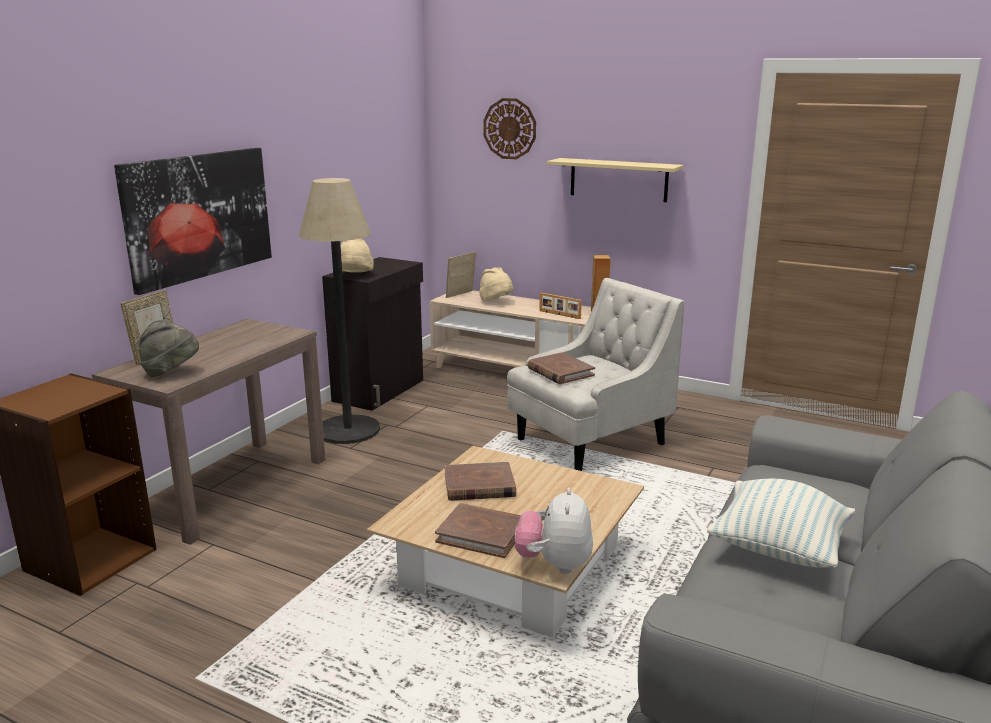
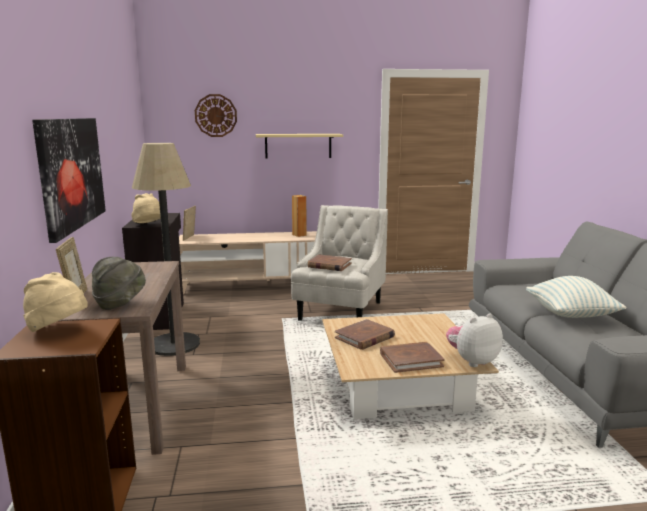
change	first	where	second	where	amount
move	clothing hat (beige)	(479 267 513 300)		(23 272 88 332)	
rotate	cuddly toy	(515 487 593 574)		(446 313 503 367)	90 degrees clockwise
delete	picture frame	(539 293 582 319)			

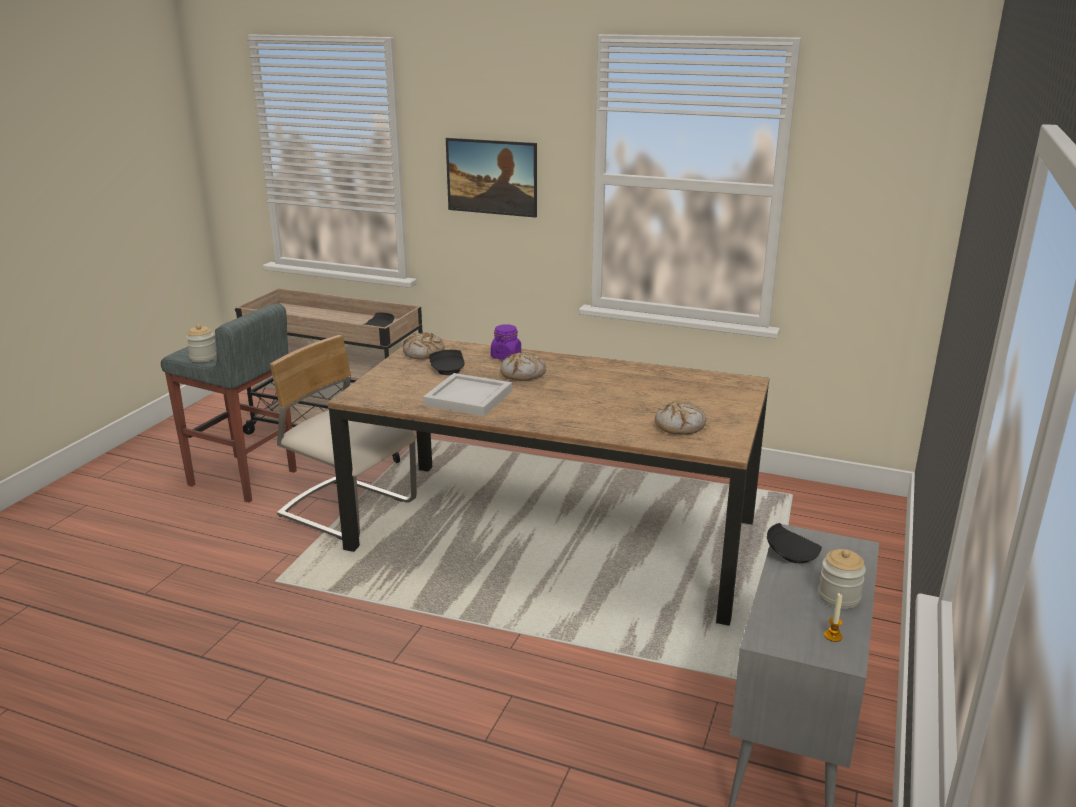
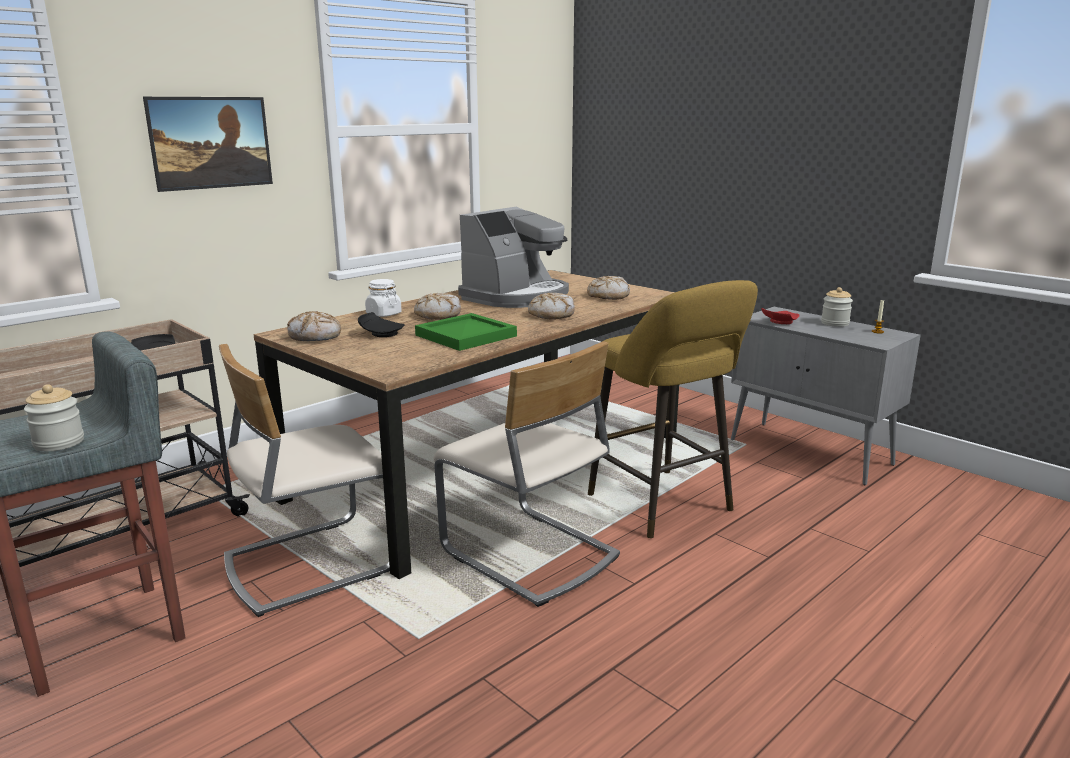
change	first	where	second	where	amount
recolor	tray (white-coloured)	(423 373 512 416)	tray (green)	(415 313 517 351)	
recolor	preserve jar (purplish)	(491 324 521 360)	preserve jar (white-coloured)	(365 279 402 317)	
recolor	plate (black-coloured)	(767 523 822 563)	plate (reddish)	(761 308 799 324)	
insert			plain chair (beige)	(433 341 620 607)	
insert			coffee brewer	(458 207 569 308)	
insert			bakery bread	(528 293 575 320)	
insert			stool (yellowish)	(588 280 758 538)	

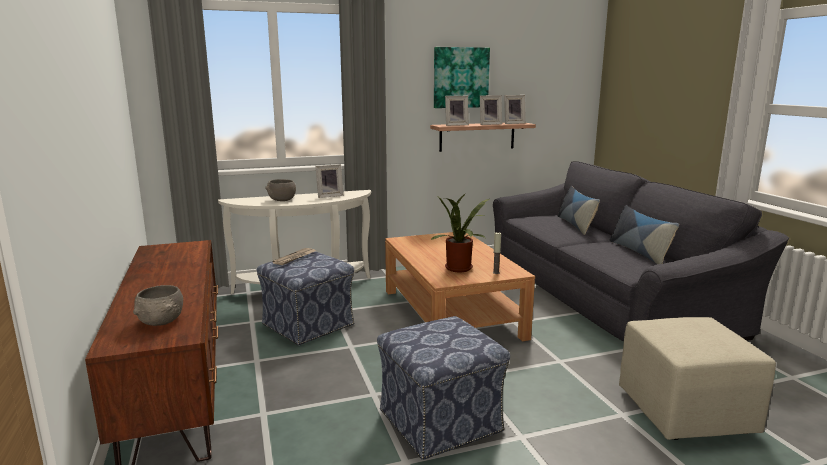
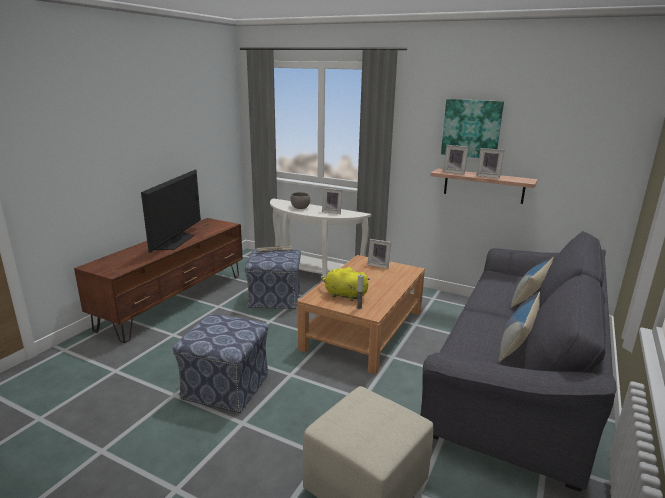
change	first	where	second	where	amount
delete	serving bowl (gray)	(133 285 183 326)			
replace	plant in a pot	(430 192 489 272)	cuddly toy (yellowish)	(321 267 370 301)	
move	picture frame	(504 95 526 124)		(368 239 391 269)	
insert			TV set	(141 169 201 253)	

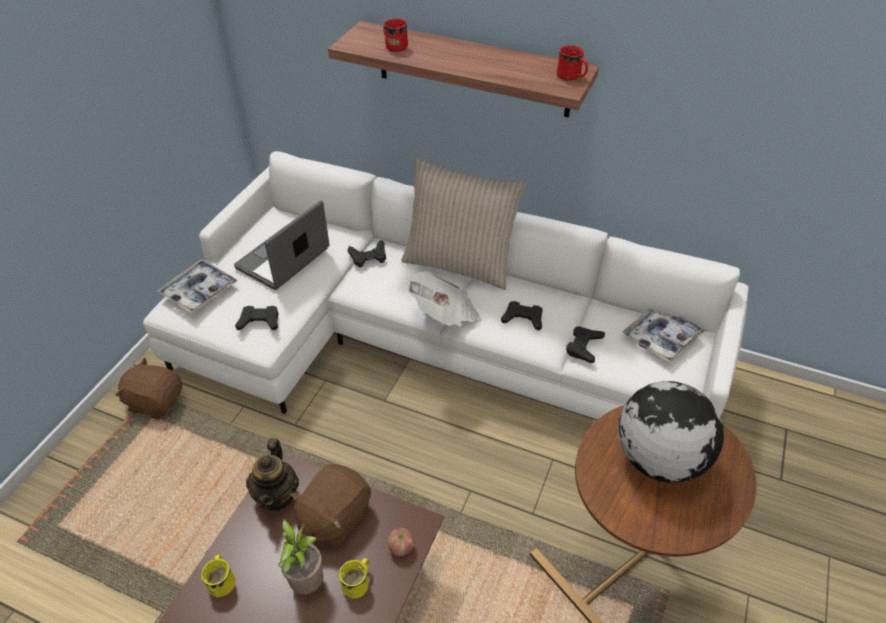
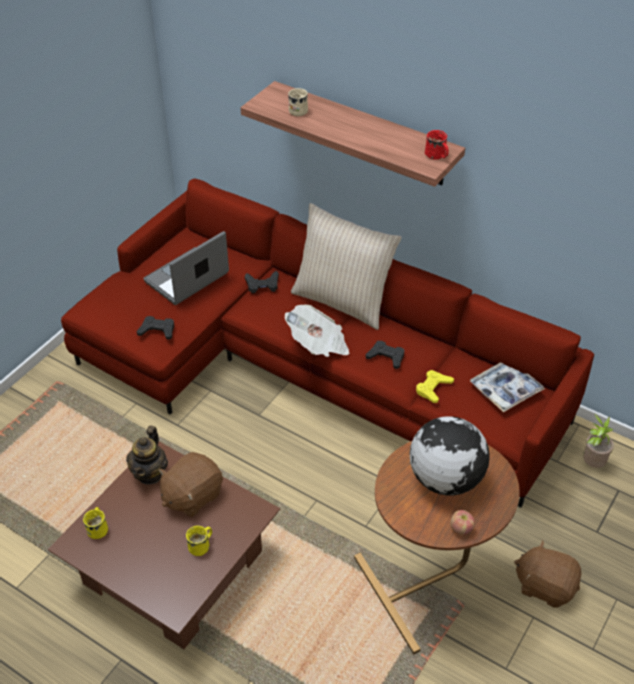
change	first	where	second	where	amount
move	cuddly toy (brown)	(116 358 182 419)		(514 540 581 608)	
recolor	couch (white-coloured)	(143 151 749 420)	couch (reddish)	(61 178 594 508)	
delete	tray	(157 259 238 314)			
move	plant in a pot	(278 519 323 595)		(583 414 614 468)	
recolor	mug (reddish)	(383 18 408 52)	mug (beige)	(288 88 308 116)	
move	whole apple	(388 528 414 556)		(450 510 475 535)	
recolor	game controller (black-coloured)	(566 326 605 363)	game controller (yellowish)	(416 370 454 403)	

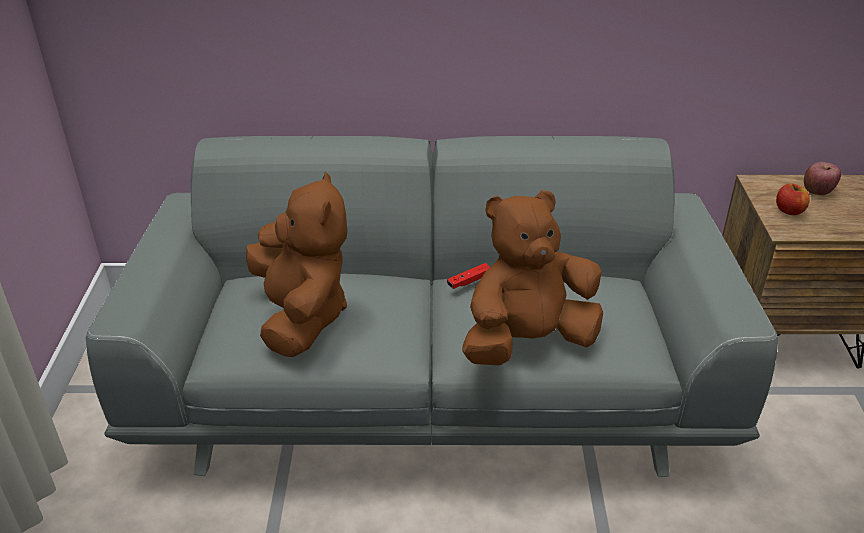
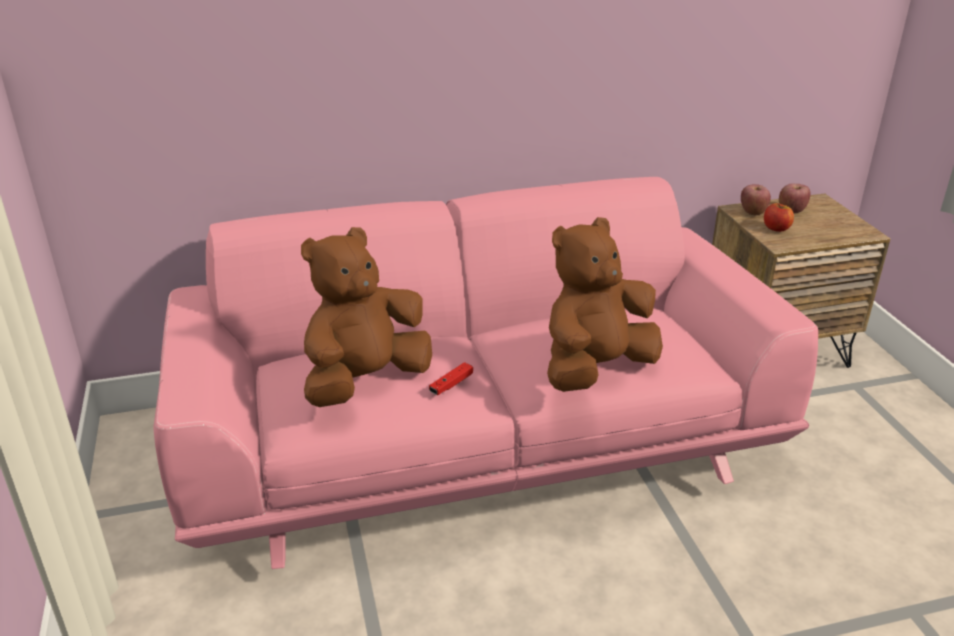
change	first	where	second	where	amount
recolor	couch (gray)	(86 136 778 477)	couch (pink-coloured)	(153 177 818 569)	
rotate	cuddly toy (brown)	(246 171 347 357)		(301 227 432 407)	105 degrees counterclockwise
move	game controller (reddish)	(447 263 490 289)		(429 362 473 395)	
insert			whole apple	(741 184 771 215)	

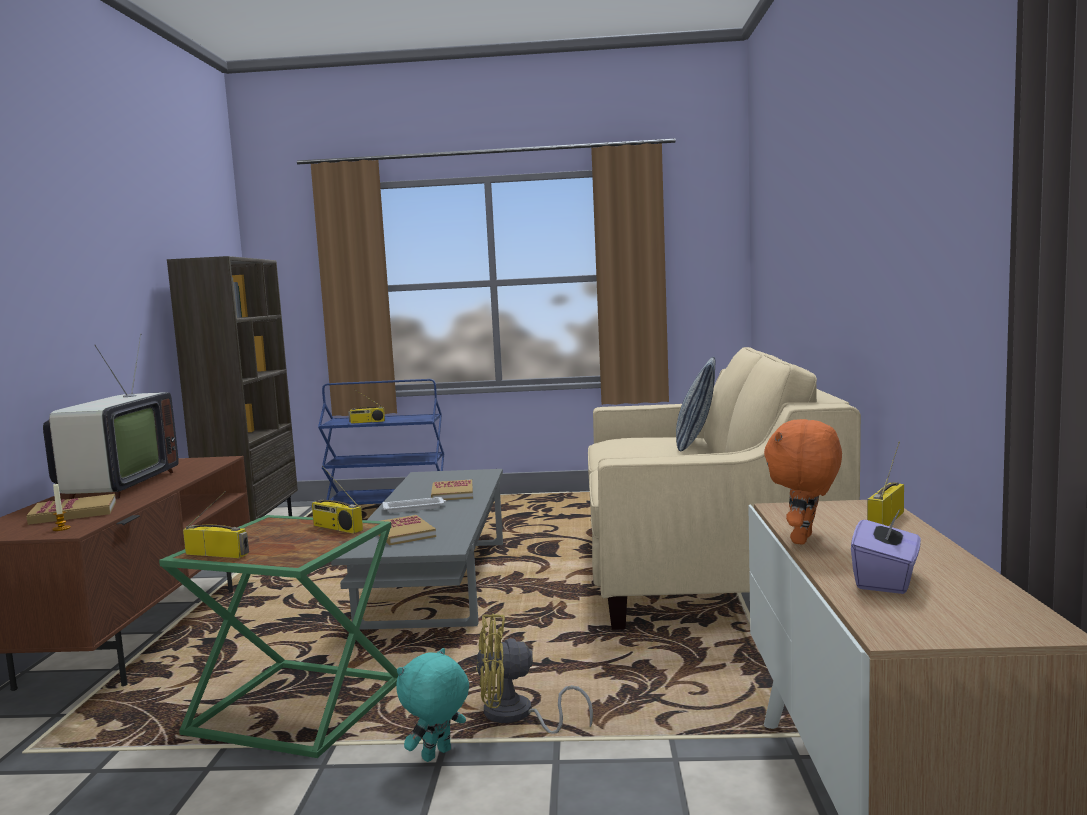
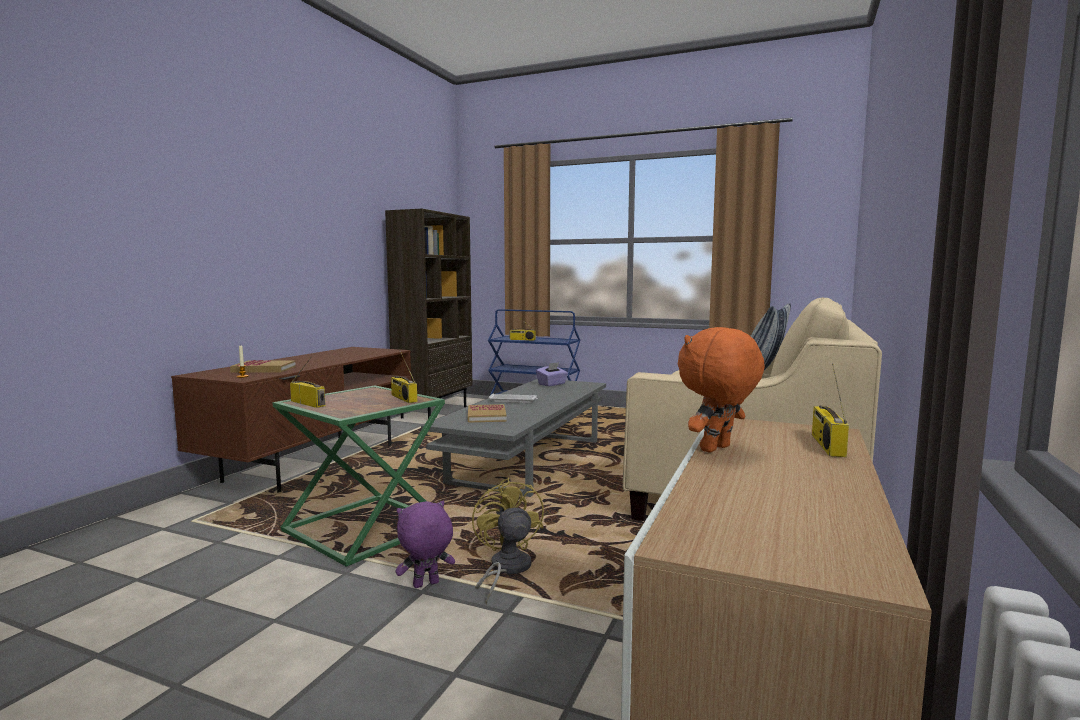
change	first	where	second	where	amount
delete	TV set	(43 333 179 499)			
recolor	cuddly toy (turquoise)	(396 648 469 762)	cuddly toy (purplish)	(395 501 455 588)	
delete	volume	(431 479 473 500)			
rotate	fan (yellowish)	(476 613 593 734)		(472 478 544 605)	60 degrees clockwise
move	box of tissues (purplish)	(851 508 921 594)		(536 362 568 386)	
rotate	radio set	(867 442 904 526)		(812 363 849 457)	45 degrees counterclockwise

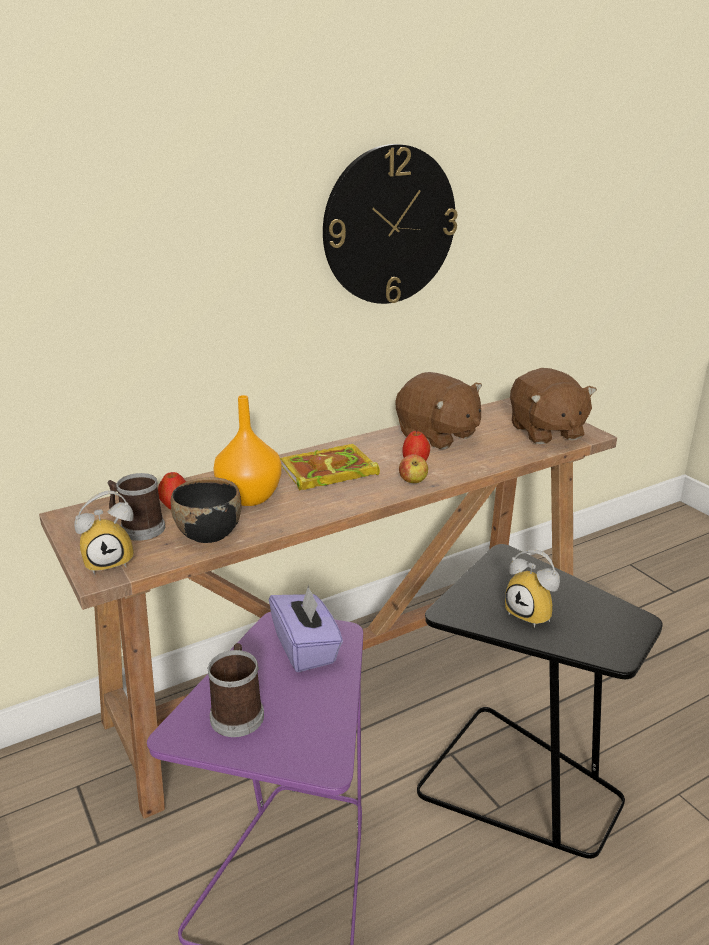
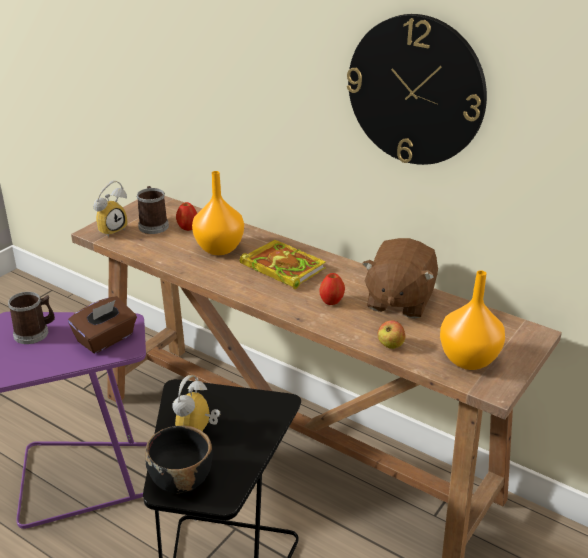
change	first	where	second	where	amount
rotate	alarm clock	(74 491 134 575)		(93 180 128 237)	90 degrees counterclockwise
move	serving bowl (black-coloured)	(171 477 241 543)		(145 426 213 494)	
recolor	box of tissues (purplish)	(269 585 343 672)	box of tissues (brown)	(68 296 137 354)	
move	whole apple	(399 454 428 483)		(378 320 406 349)	
replace	cuddly toy (brown)	(510 368 597 444)	flower vase (orange)	(440 270 505 370)	

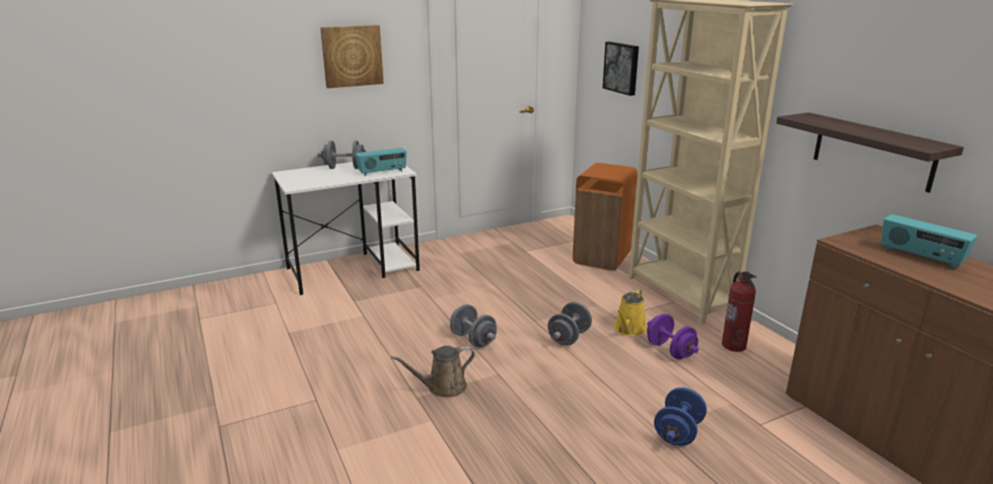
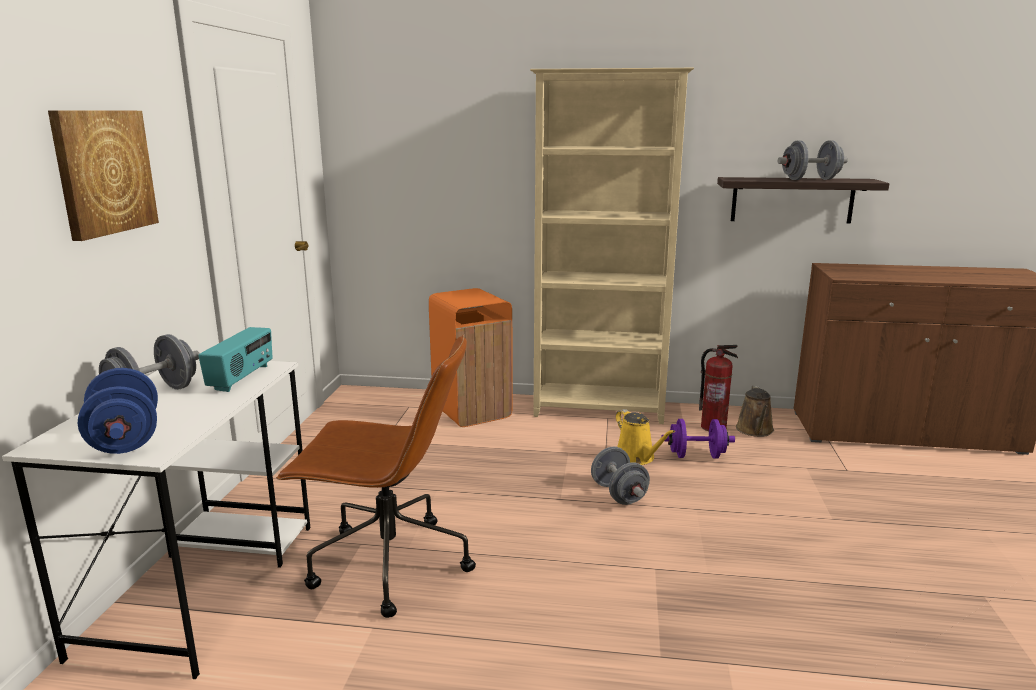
change	first	where	second	where	amount
move	sprinkling can (brown)	(391 346 475 397)		(736 386 774 437)	
move	hand weight (gray)	(450 304 497 348)		(778 140 848 180)	
delete	picture	(603 42 639 96)			
move	hand weight (blue-coloured)	(654 387 707 446)		(78 368 158 454)	
delete	radio set	(881 214 977 269)			
insert			office chair (brown)	(276 335 476 618)	

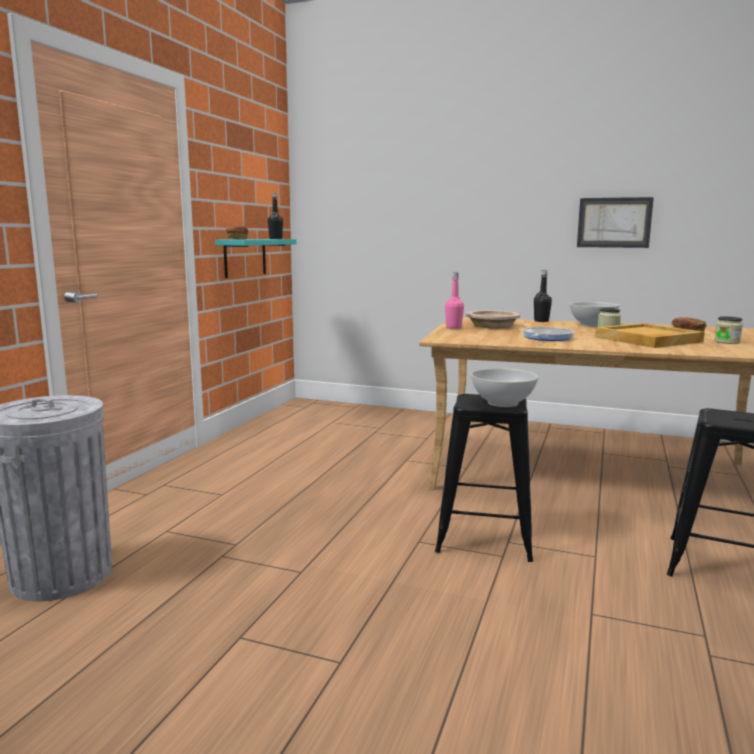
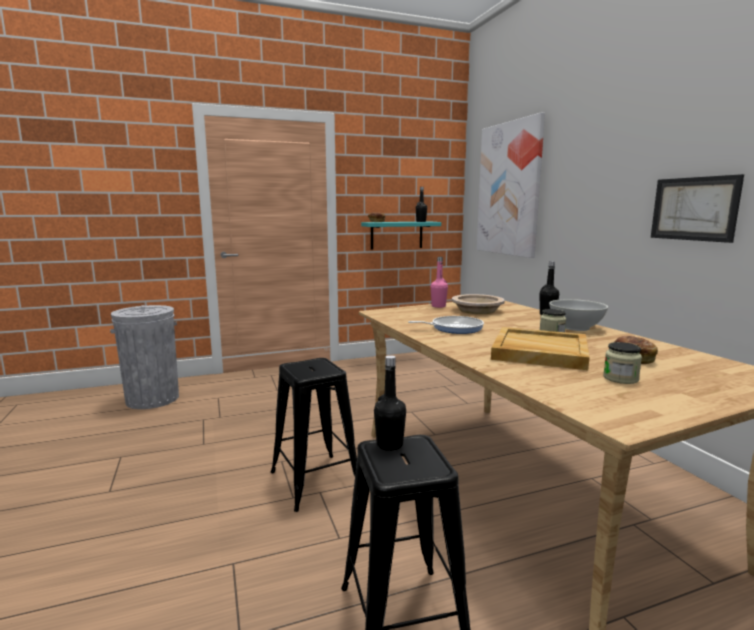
change	first	where	second	where	amount
delete	serving bowl (white-coloured)	(471 368 538 407)			
insert			beverage bottle (black-coloured)	(374 355 406 451)	
insert			picture	(477 113 545 258)	

